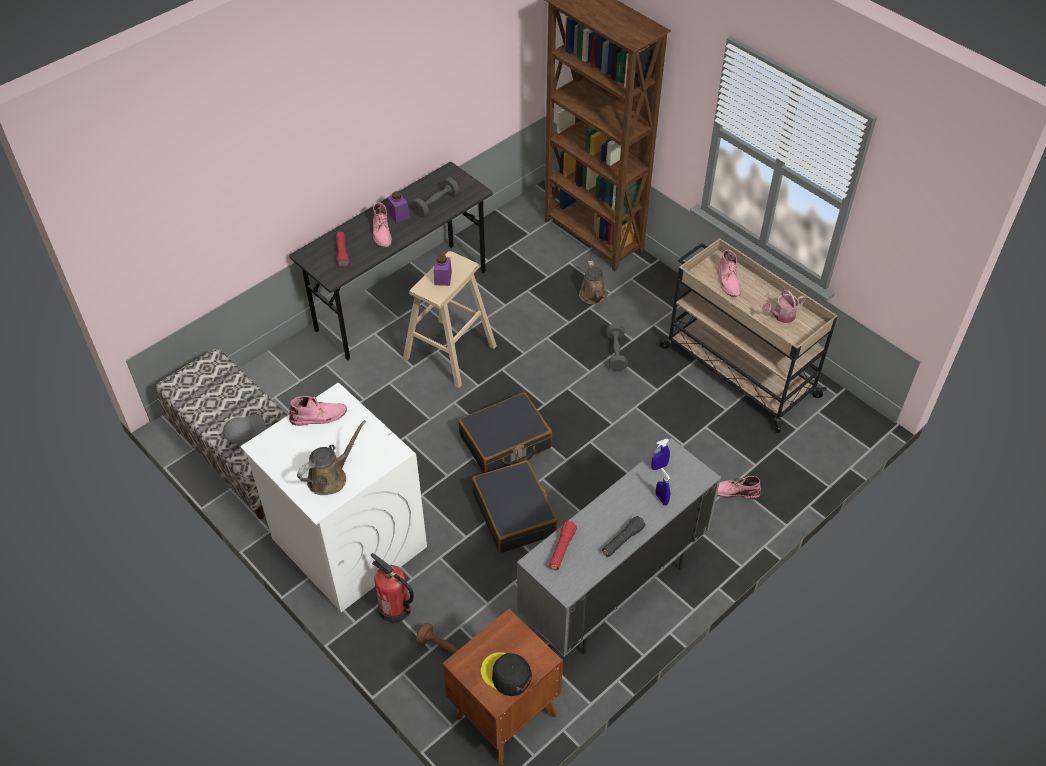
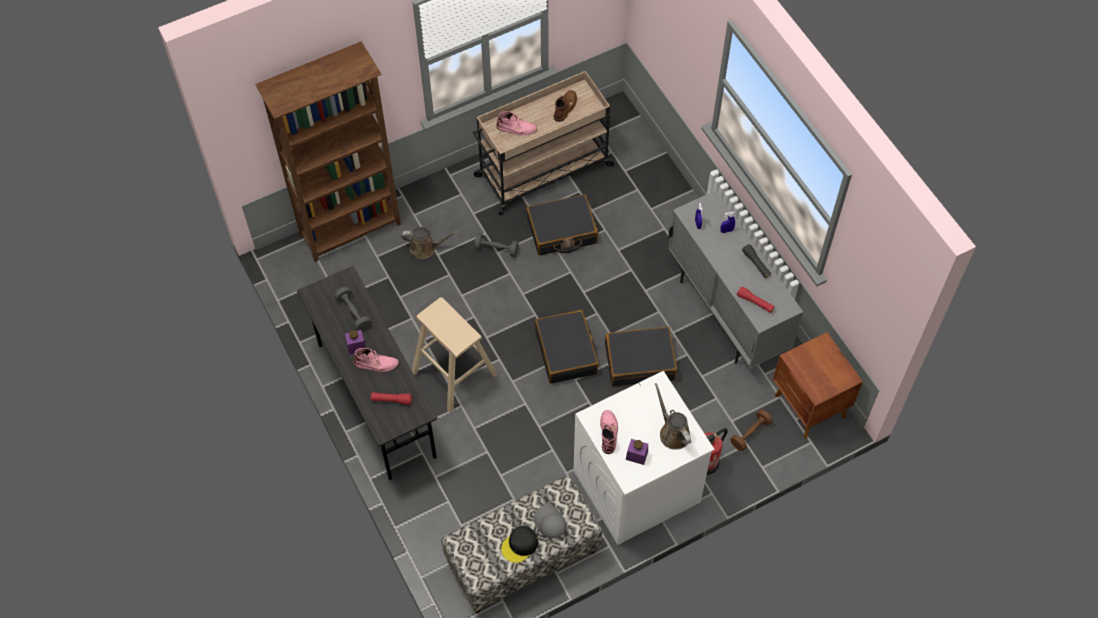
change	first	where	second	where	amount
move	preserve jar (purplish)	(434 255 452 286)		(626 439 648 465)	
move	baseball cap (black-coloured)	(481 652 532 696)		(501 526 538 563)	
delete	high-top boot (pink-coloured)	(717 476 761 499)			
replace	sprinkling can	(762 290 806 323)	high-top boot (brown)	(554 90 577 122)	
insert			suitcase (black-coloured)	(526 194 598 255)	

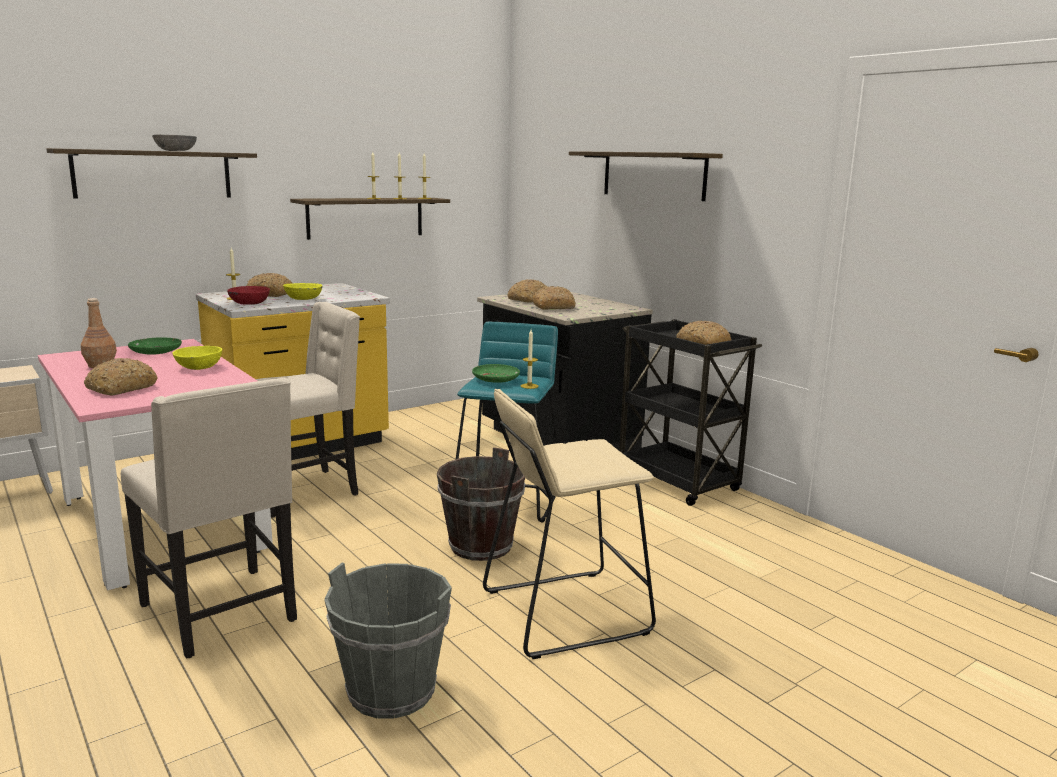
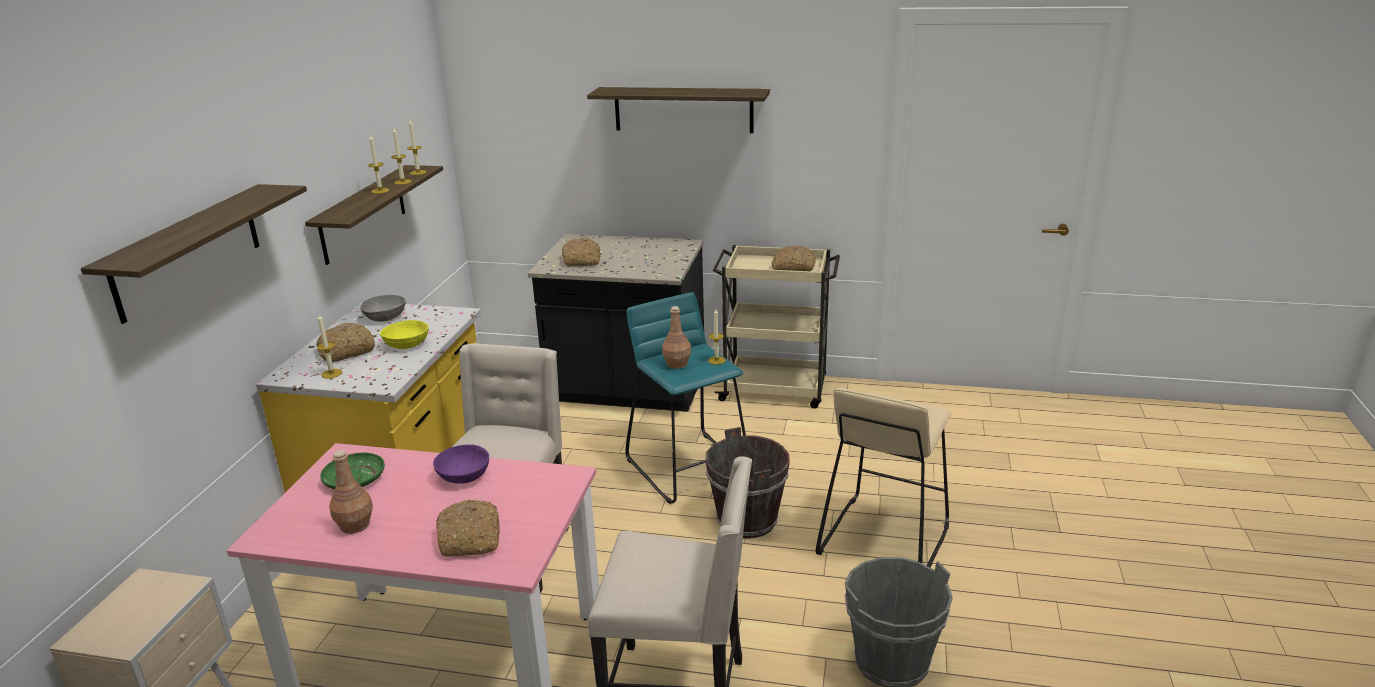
change	first	where	second	where	amount
move	serving bowl (gray)	(152 134 197 151)		(360 295 406 322)	
recolor	serving bowl (yellowish)	(172 346 222 370)	serving bowl (purplish)	(433 444 489 484)	
delete	serving bowl (reddish)	(227 286 270 305)			
replace	plate (green)	(472 364 520 383)	beverage bottle (brown)	(662 306 691 369)	
delete	bakery bread	(532 286 576 310)			
recolor	trolley (black-coloured)	(619 319 762 506)	trolley (beige)	(713 245 840 409)	

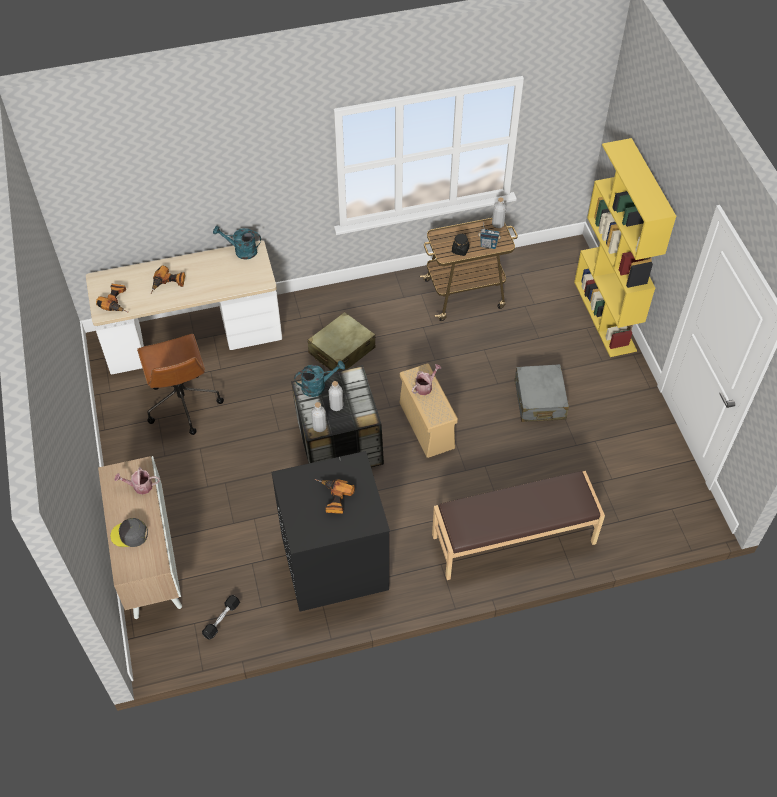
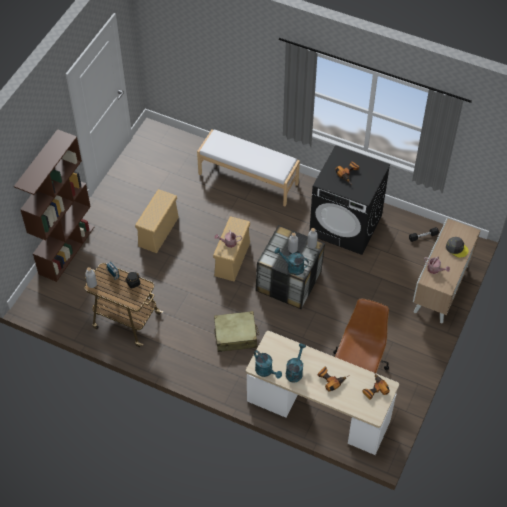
change	first	where	second	where	amount
recolor	indoor bench (brown)	(432 471 605 580)	indoor bench (white-coloured)	(197 129 300 206)	
replace	suitcase (gray)	(515 364 569 422)	storage box (beige)	(135 189 179 253)	
recolor	bookshelf (yellowish)	(574 138 676 357)	bookshelf (brown)	(14 129 95 282)	
insert			sprinkling can (turquoise)	(286 343 306 382)	

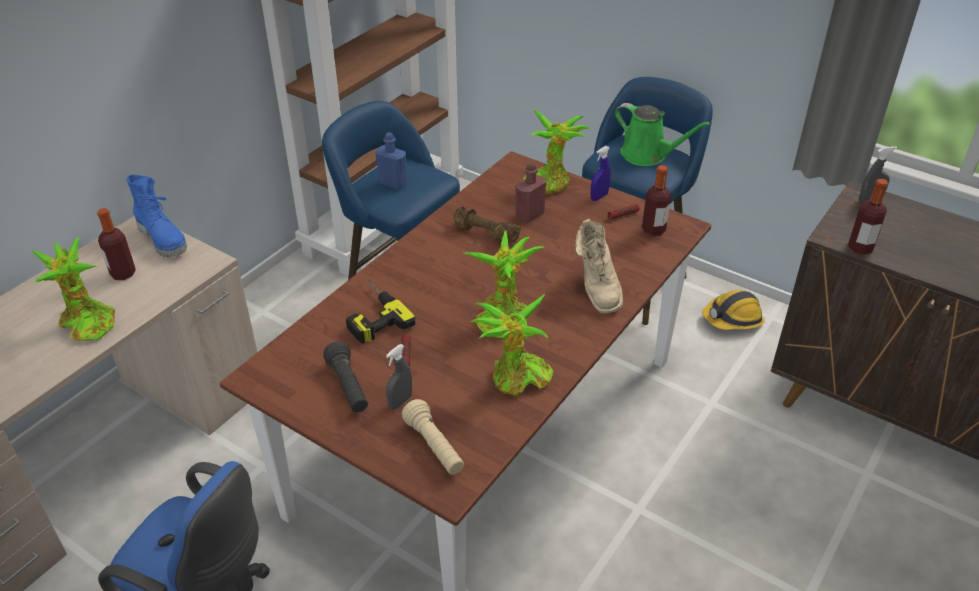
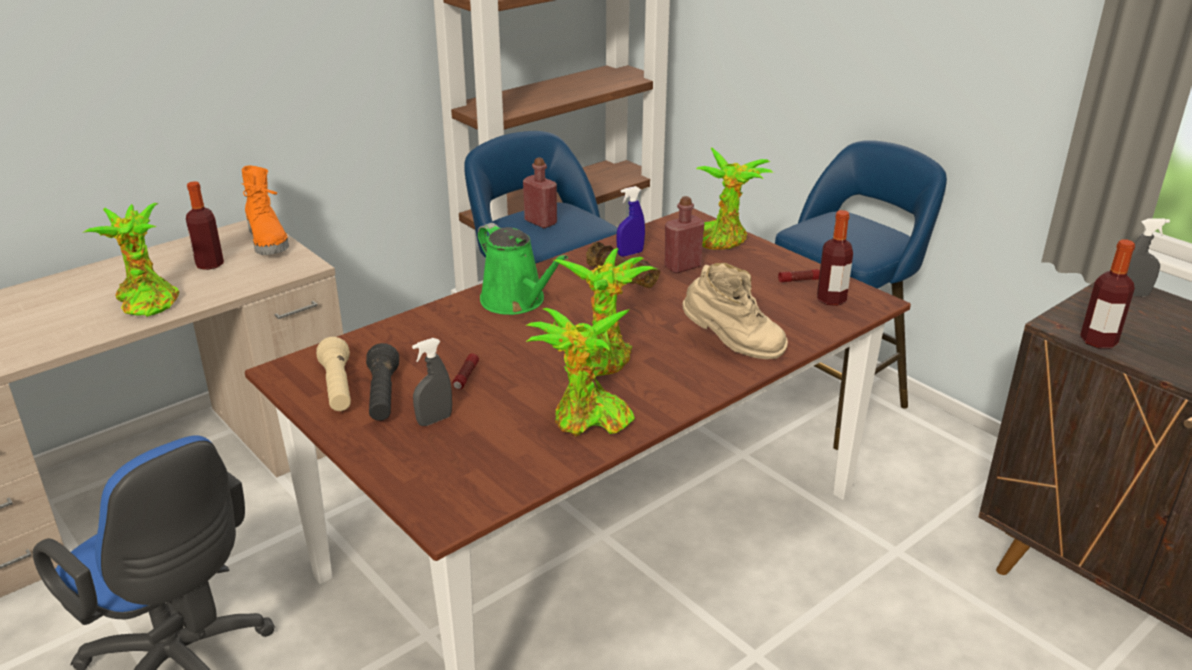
change	first	where	second	where	amount
recolor	high-top boot (blue-coloured)	(127 175 187 257)	high-top boot (orange)	(240 165 289 255)	
delete	drill	(346 280 415 344)			
recolor	beverage bottle (blue-coloured)	(375 132 407 190)	beverage bottle (reddish)	(523 157 557 228)	
move	hand torch (beige)	(402 399 464 475)		(316 337 351 411)	
rotate	high-top boot (beige)	(575 219 623 314)		(682 263 788 359)	75 degrees counterclockwise
move	sprayer (blue-coloured)	(590 146 611 201)		(616 186 645 257)	
move	sprinkling can (green)	(615 103 710 166)		(478 223 568 315)	
delete	work helmet	(702 290 765 330)			

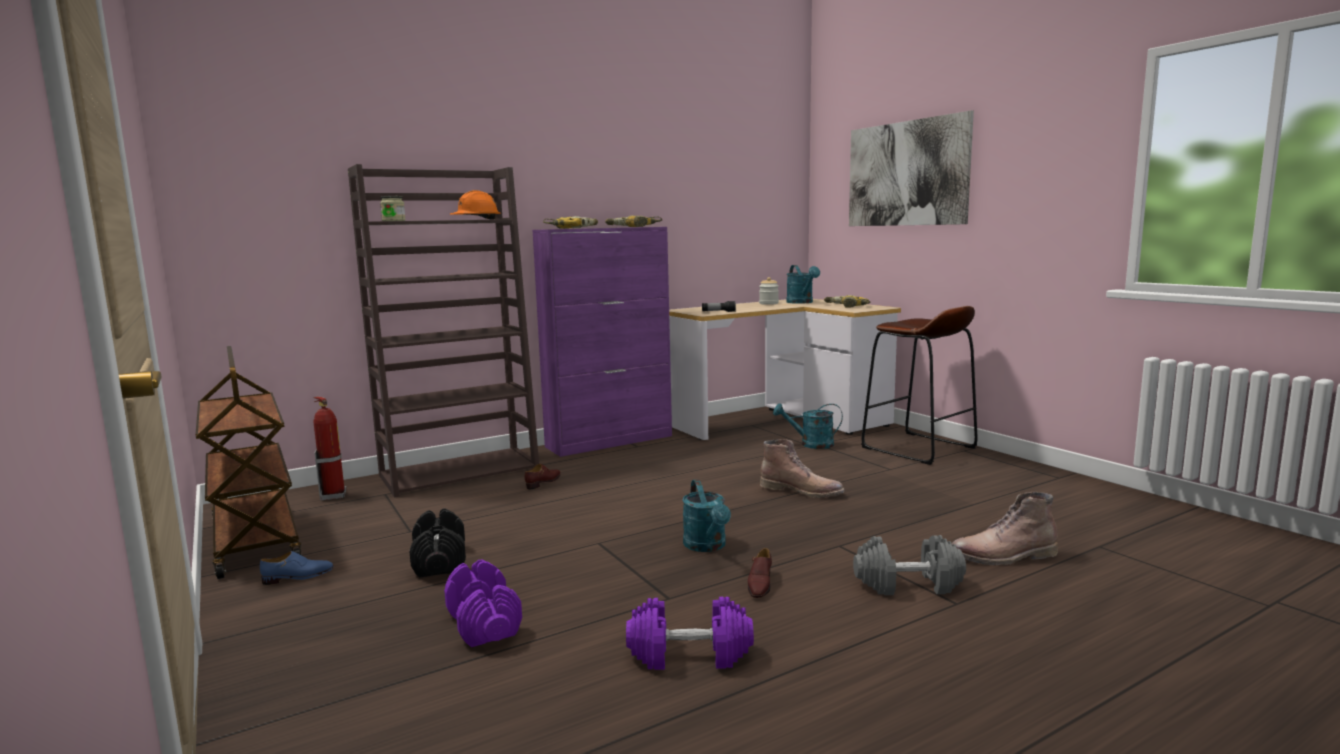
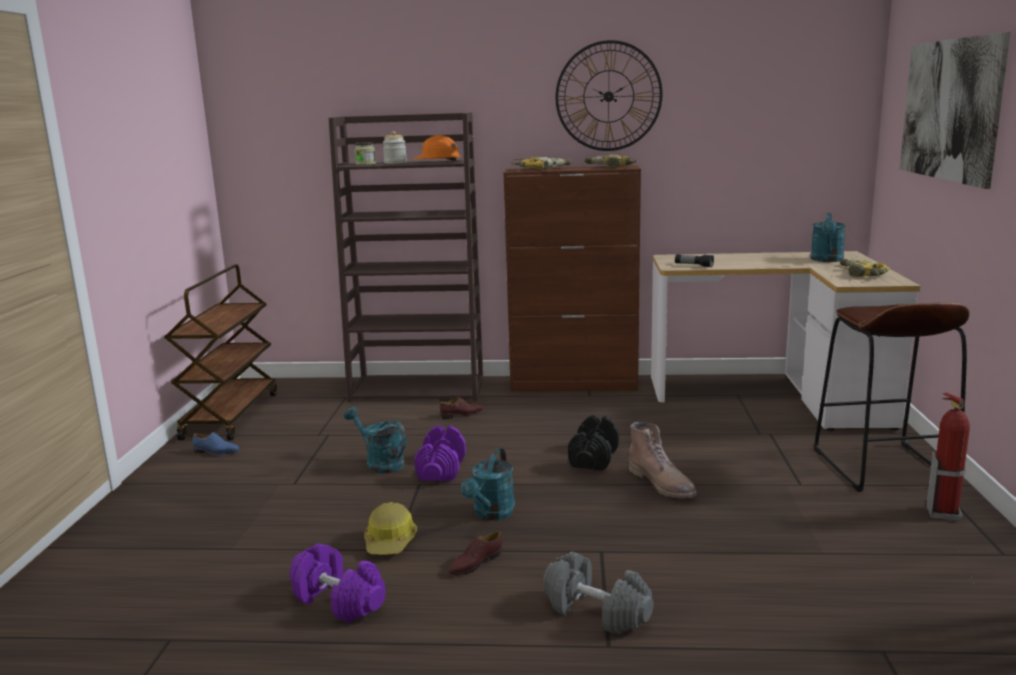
change	first	where	second	where	amount
move	fire extinguisher	(313 396 347 500)		(926 393 970 521)	
move	hand weight (black-coloured)	(410 509 466 578)		(568 415 619 471)	
move	hand weight (purplish)	(444 560 522 647)		(414 425 466 481)	
recolor	cupboard (purplish)	(532 227 672 457)	cupboard (brown)	(503 165 641 392)	
move	preserve jar	(759 277 779 305)		(383 131 407 164)	
move	sprinkling can (turquoise)	(773 403 843 449)		(344 407 407 474)	
delete	high-top boot (brown)	(952 492 1058 565)			
insert			work helmet	(364 502 417 555)	
insert			wall clock	(555 40 663 151)	

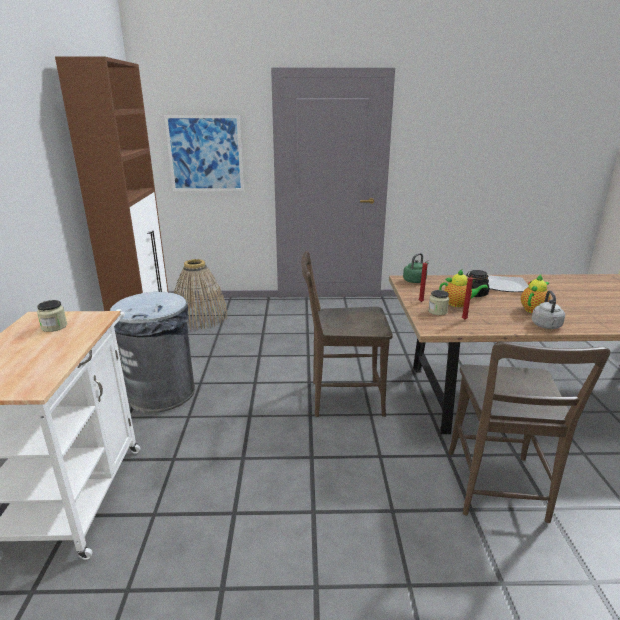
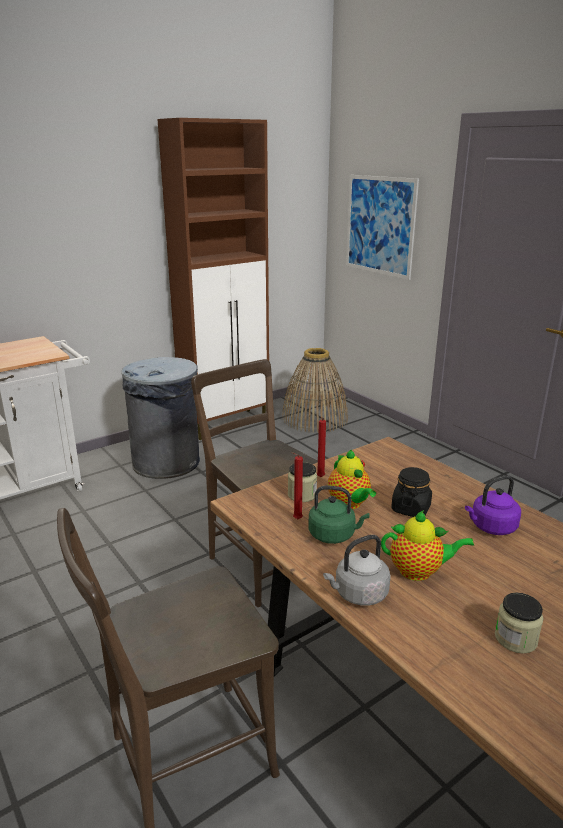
change	first	where	second	where	amount
move	preserve jar	(37 300 67 332)		(495 592 544 653)	
move	water kettle (green)	(403 253 428 283)		(308 486 369 544)	
replace	plate	(488 275 529 292)	water kettle (purplish)	(465 475 521 535)	

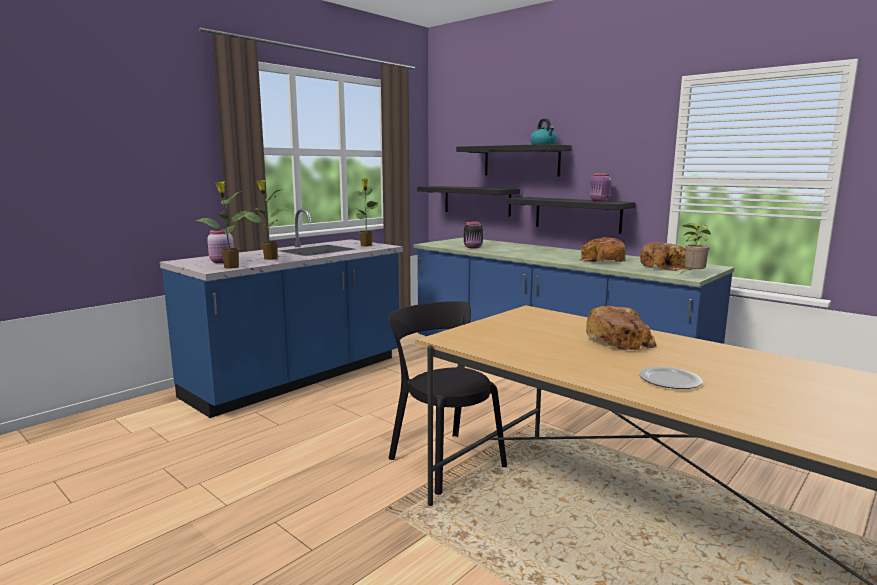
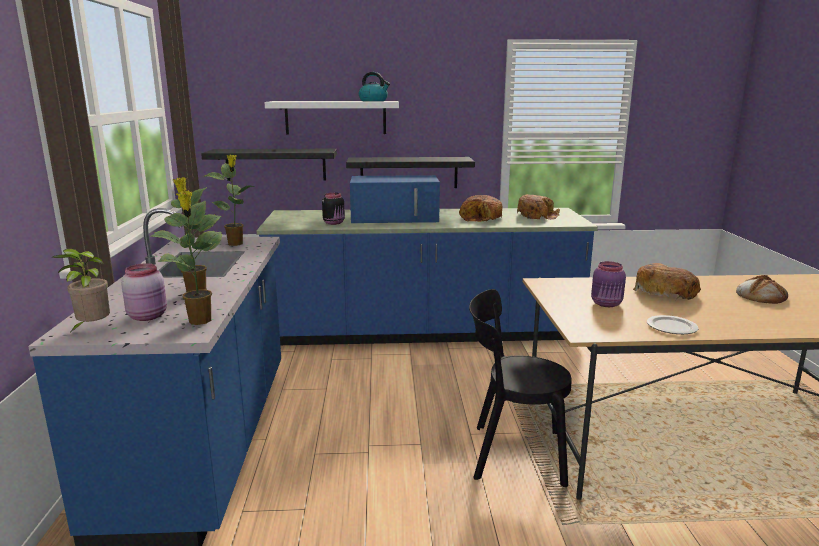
change	first	where	second	where	amount
recolor	bracket shelf (black-coloured)	(456 144 572 177)	bracket shelf (white-coloured)	(264 101 399 134)	
move	preserve jar (purplish)	(590 173 611 201)		(591 261 626 307)	
move	plate	(639 366 703 389)		(647 315 699 334)	
move	plant in a pot	(682 223 711 273)		(51 249 110 334)	
insert			microwave (blue-coloured)	(350 175 440 223)	
insert			bakery bread	(736 275 788 304)	

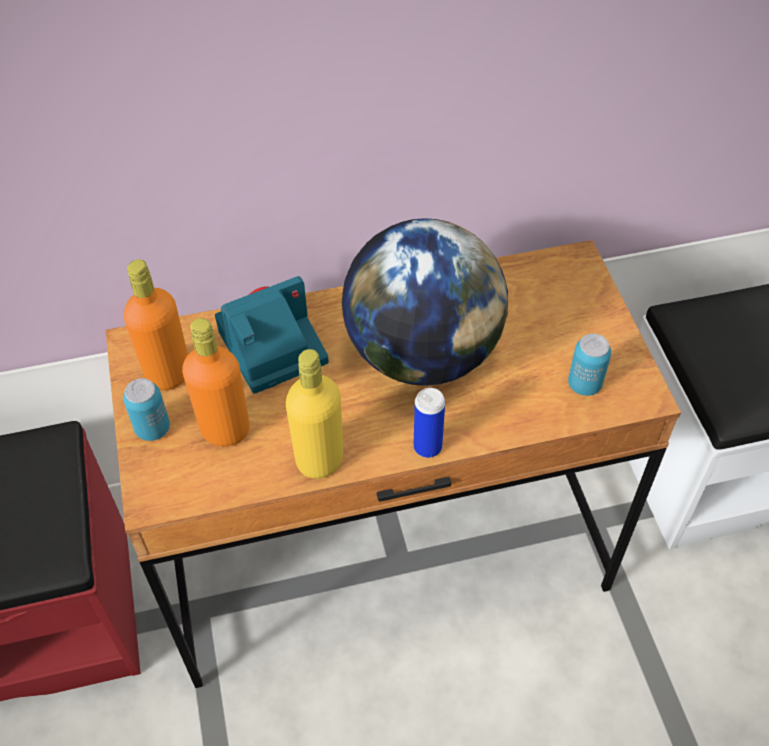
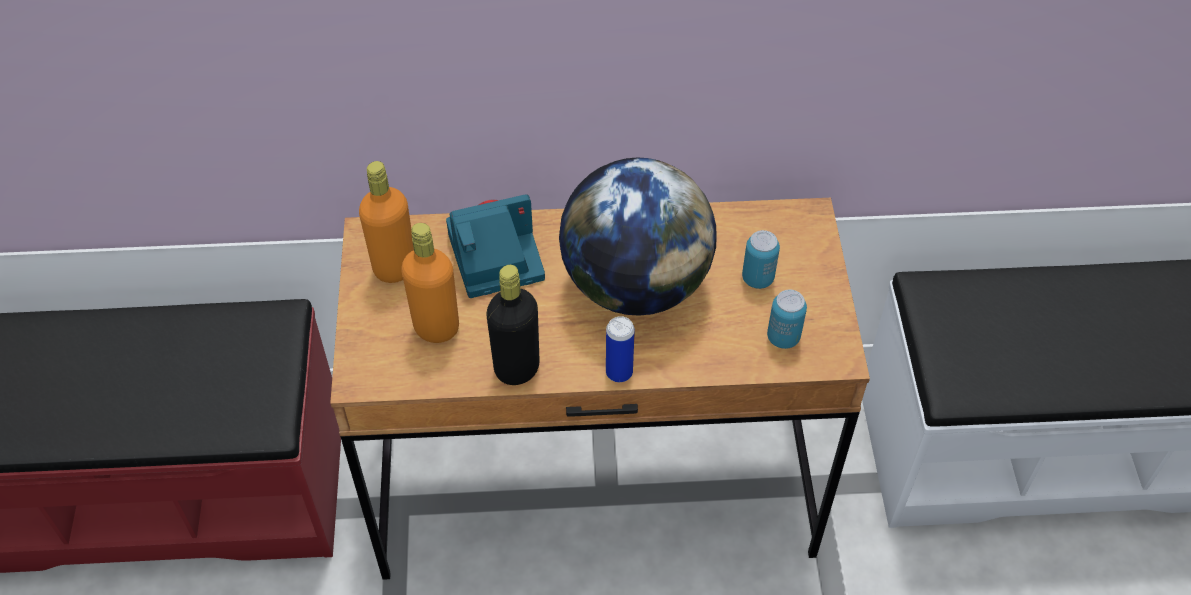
change	first	where	second	where	amount
move	metal can	(123 378 170 441)		(742 230 780 289)	
recolor	beverage bottle (yellowish)	(286 349 343 479)	beverage bottle (black-coloured)	(486 265 540 385)	

